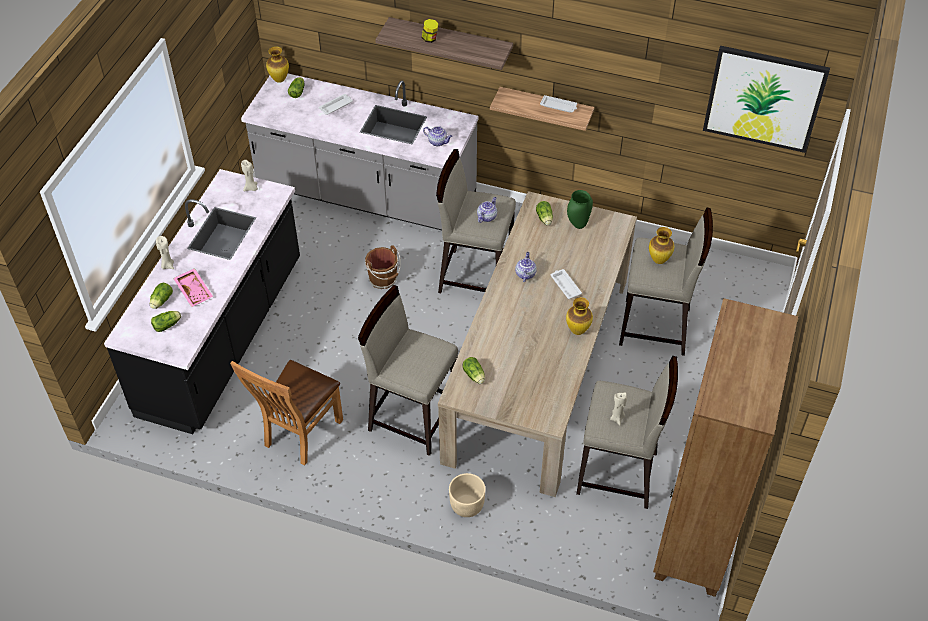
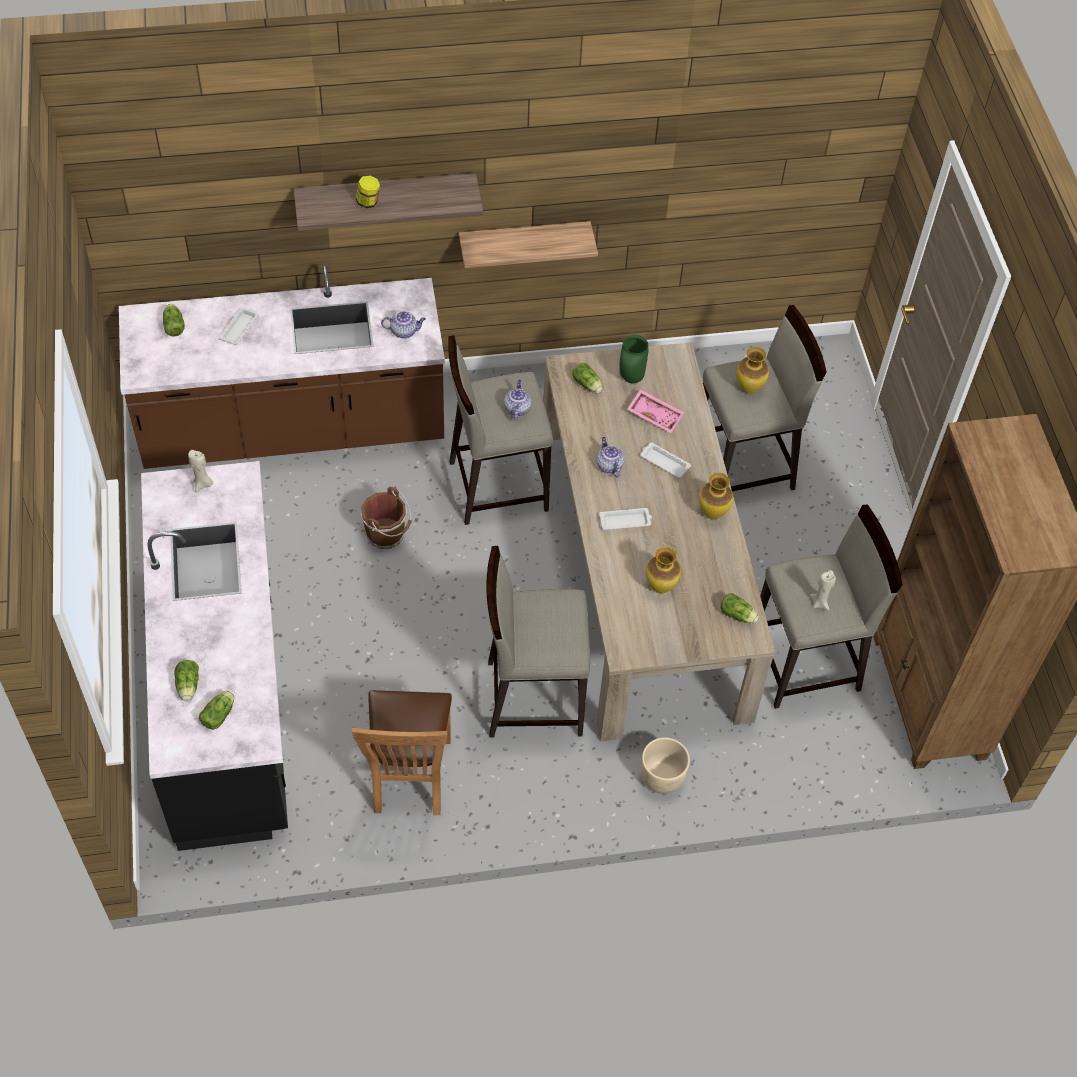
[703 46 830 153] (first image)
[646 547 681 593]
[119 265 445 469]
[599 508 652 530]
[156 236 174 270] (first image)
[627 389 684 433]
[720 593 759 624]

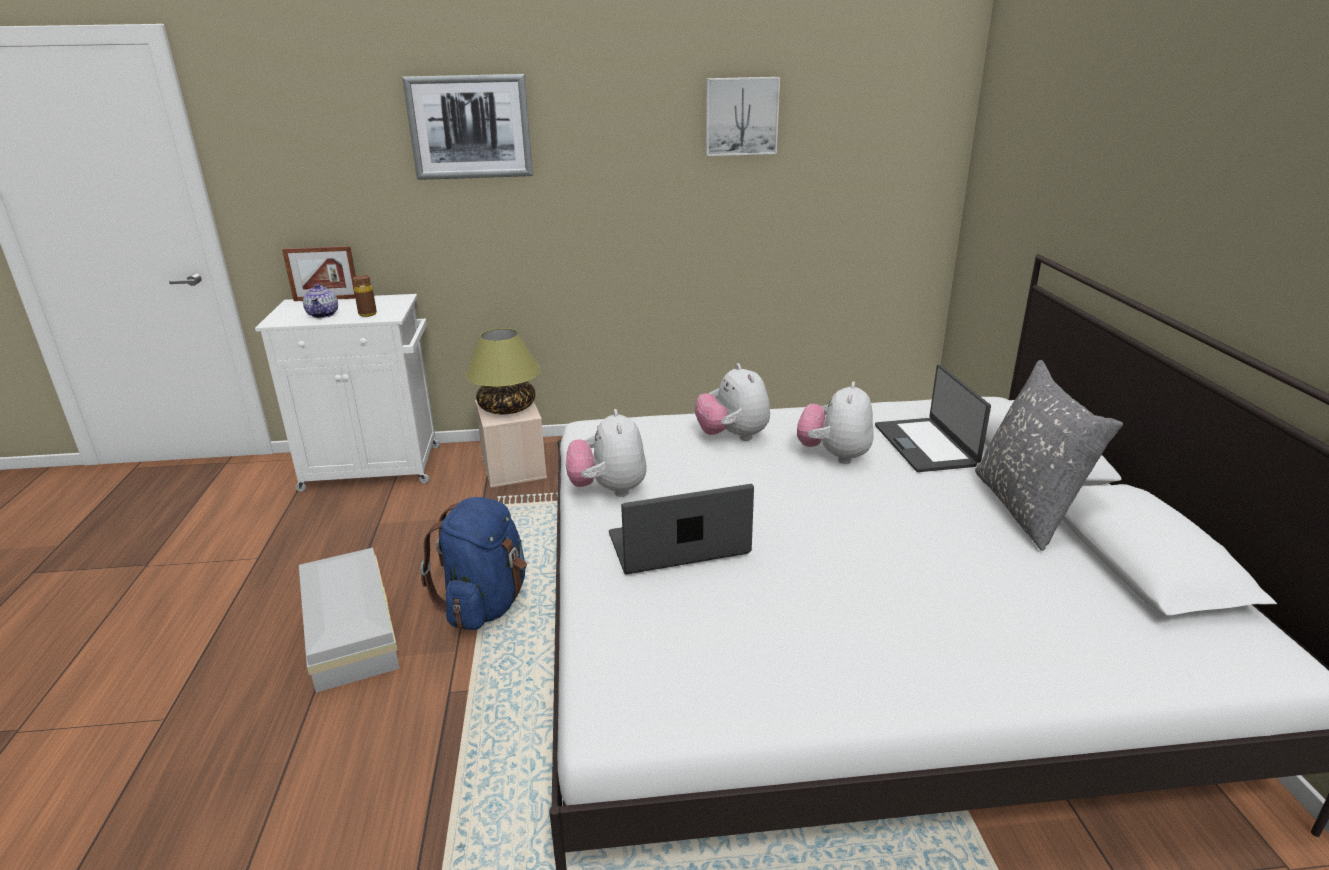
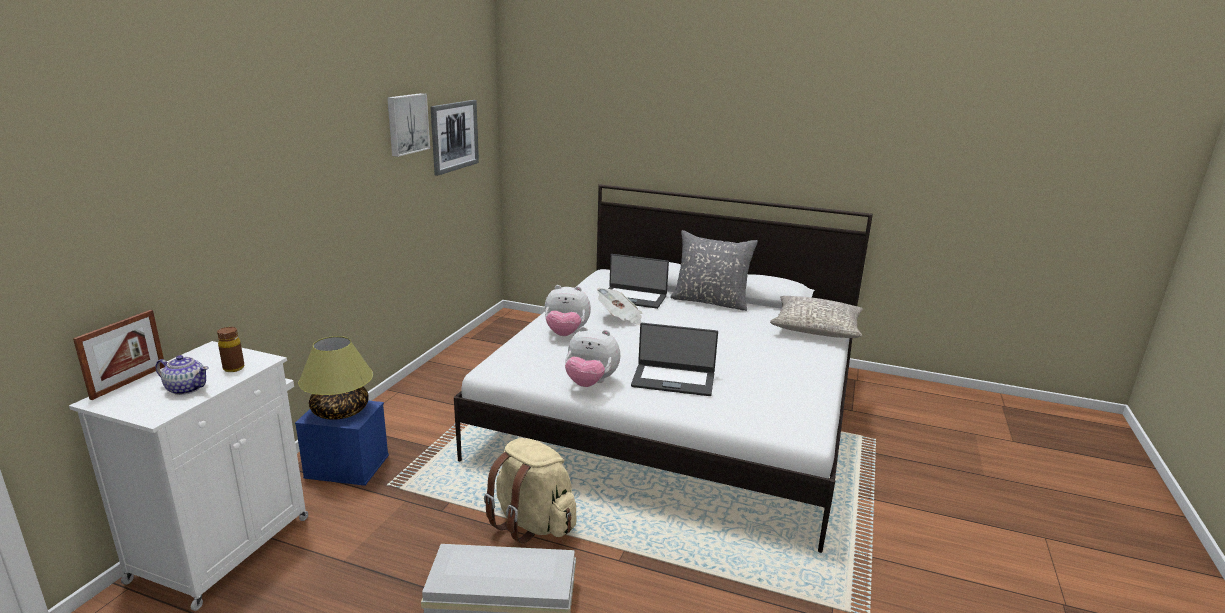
[430 100 479 176]
[597 288 642 325]
[295 401 389 486]
[631 323 718 396]
[484 438 577 543]
[770 296 863 338]

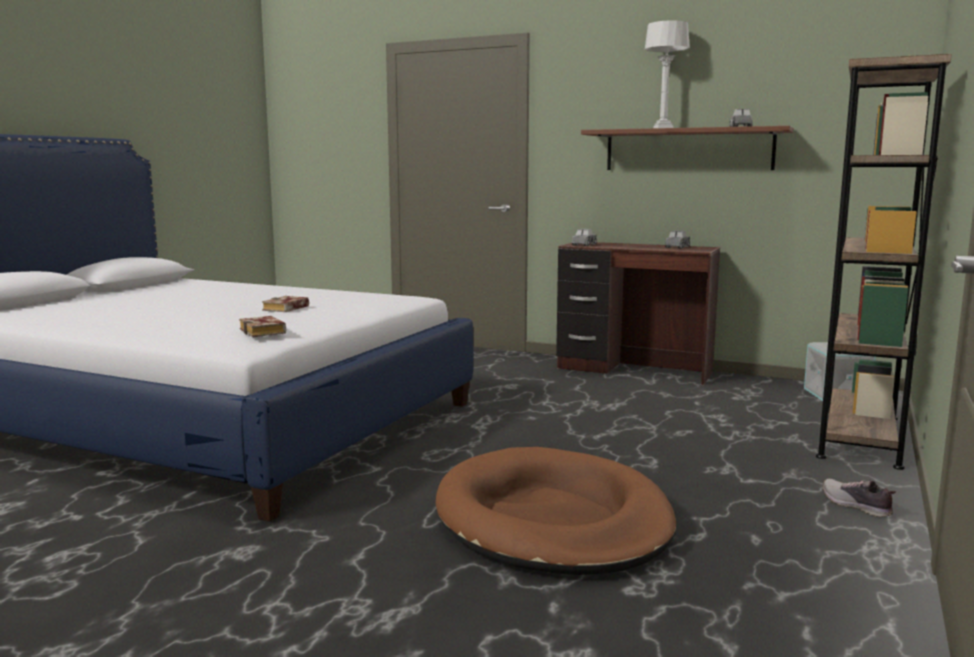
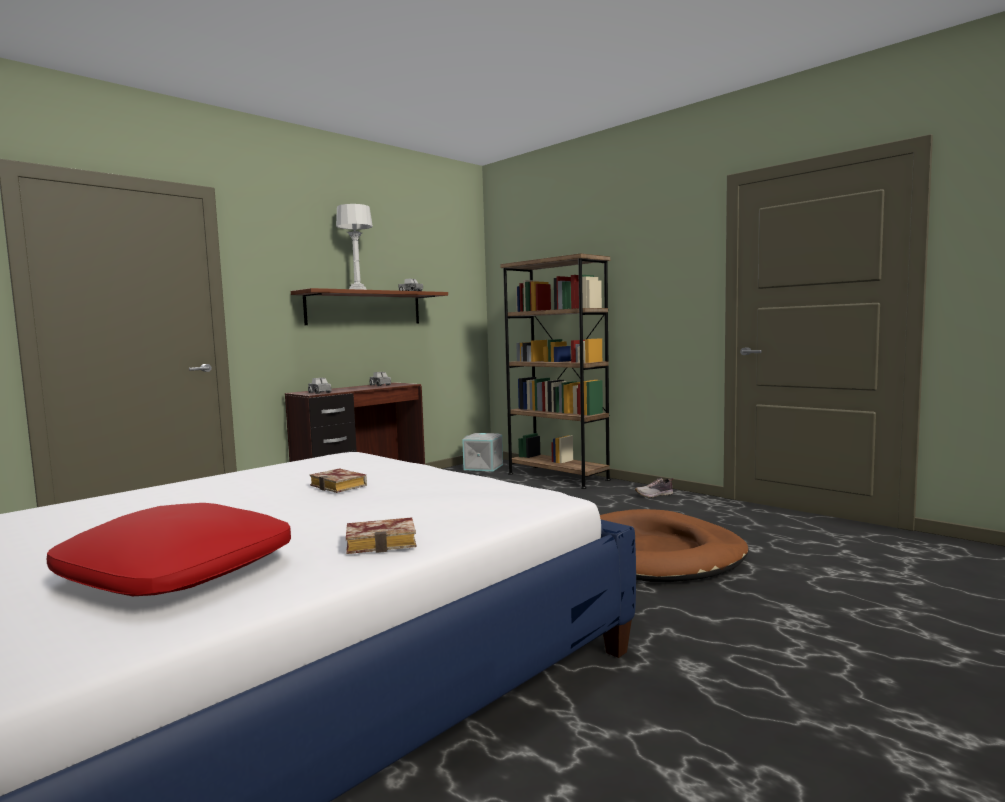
[346 517 416 554]
[47 503 291 596]

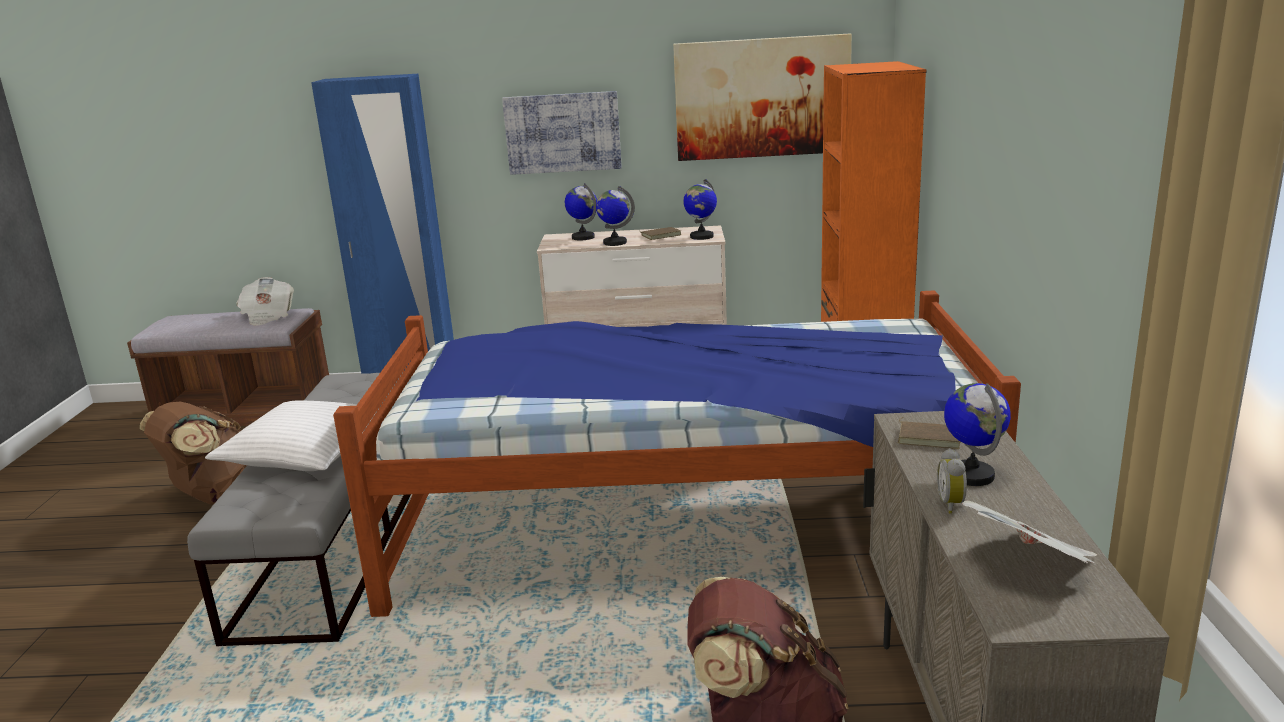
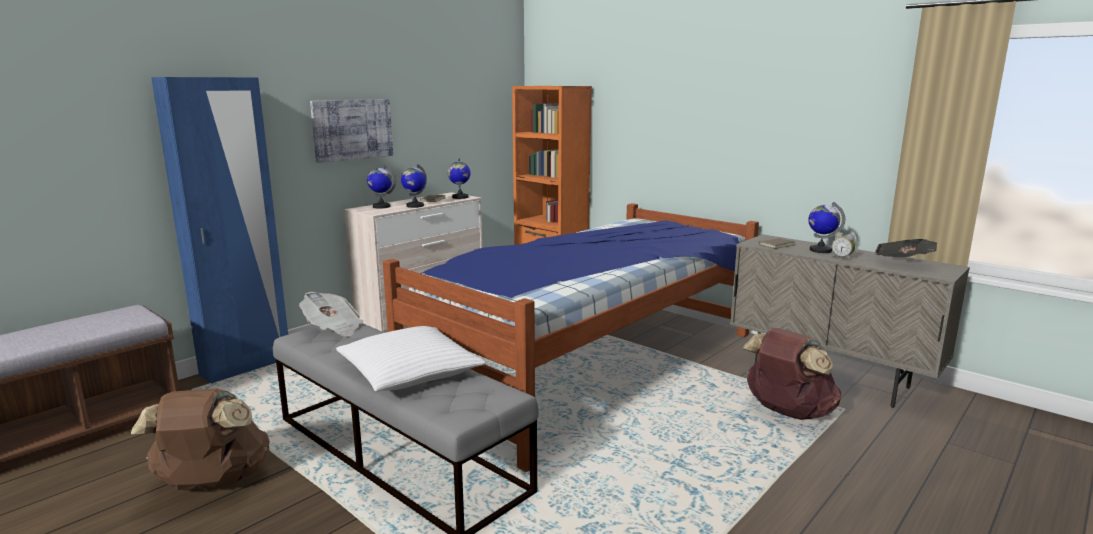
[673 34 852 161] (first image)
[299 292 364 337]

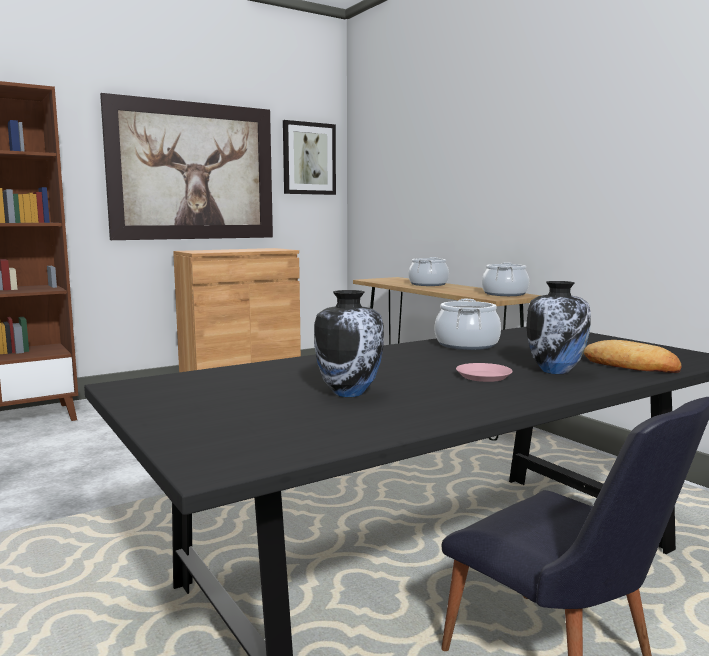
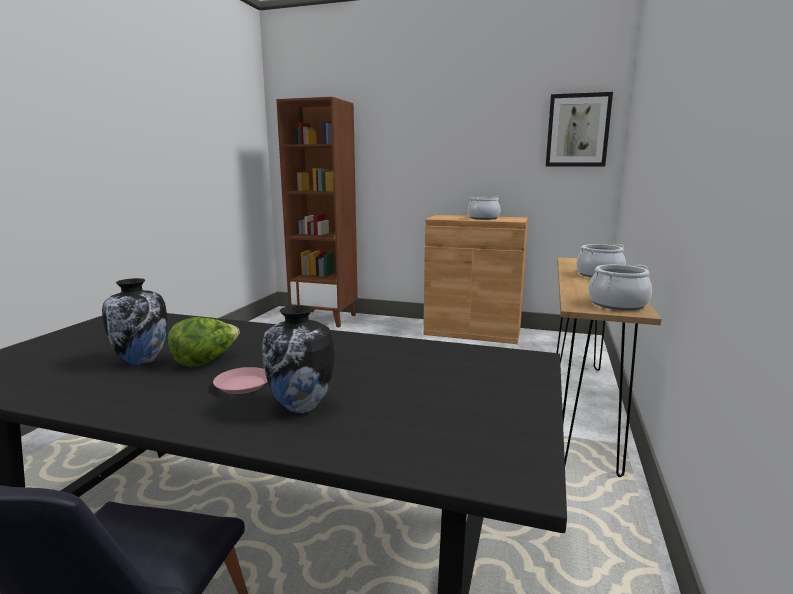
[100 93 273 240] (first image)
[468 197 500 220]
[584 340 681 373] (first image)
[168 317 240 366]

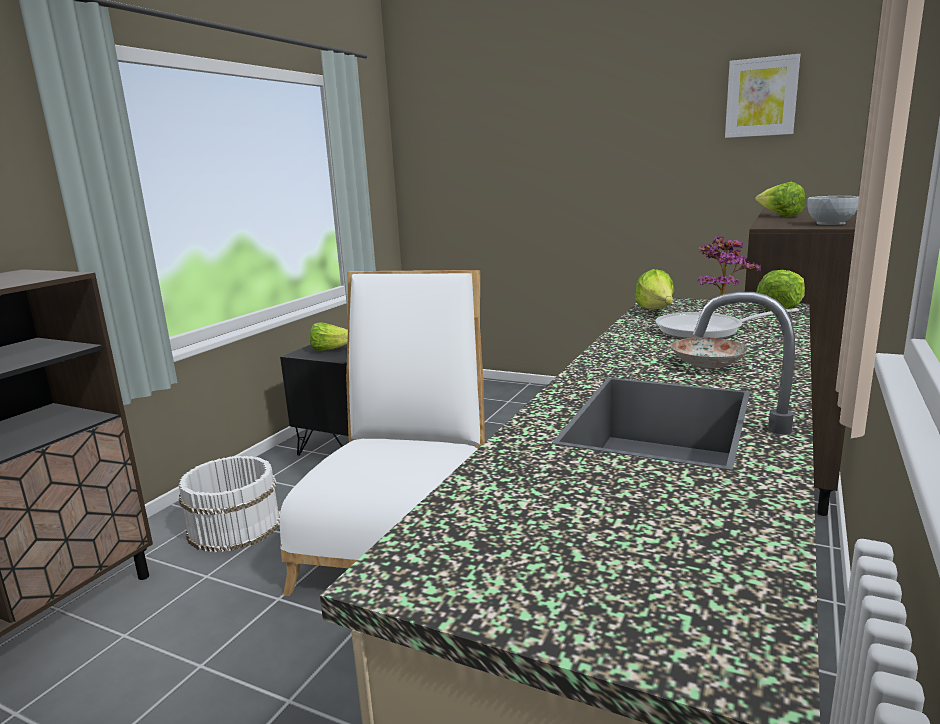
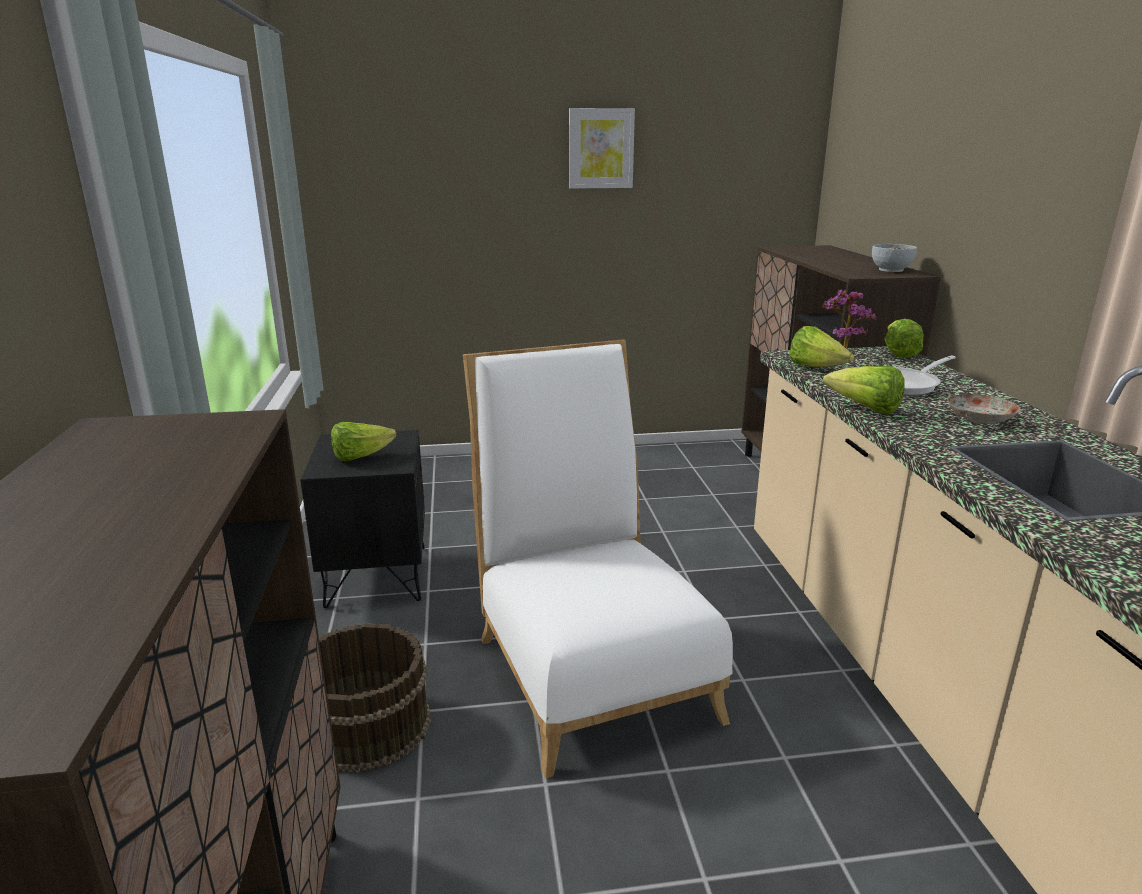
[569 108 635 189]
[823 366 905 415]
[319 623 431 773]

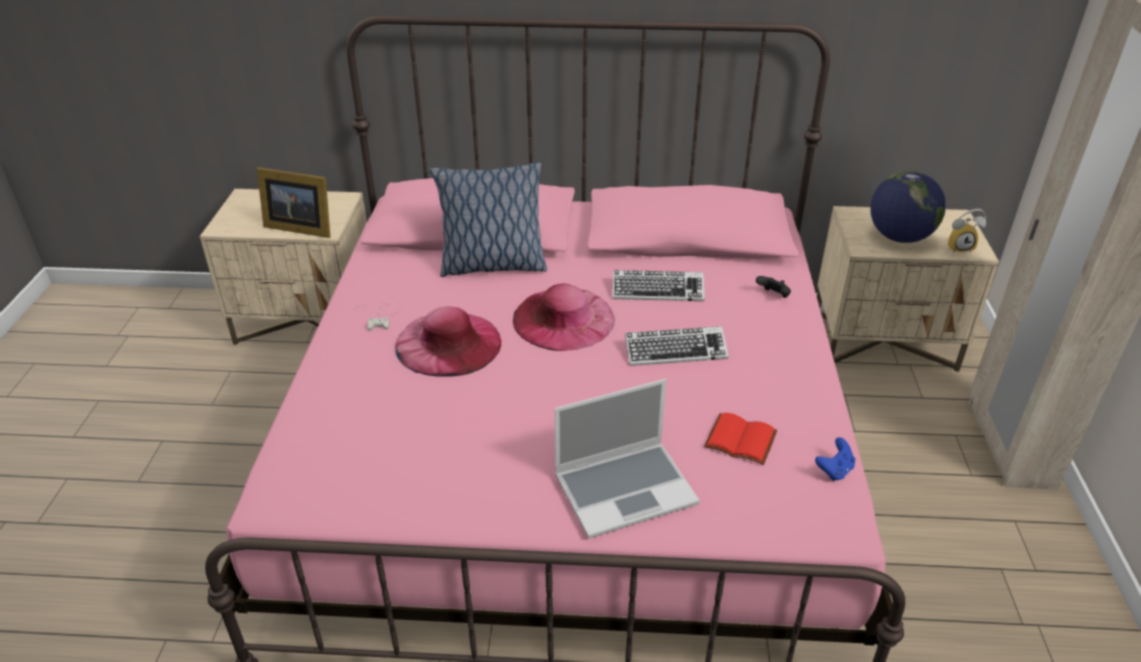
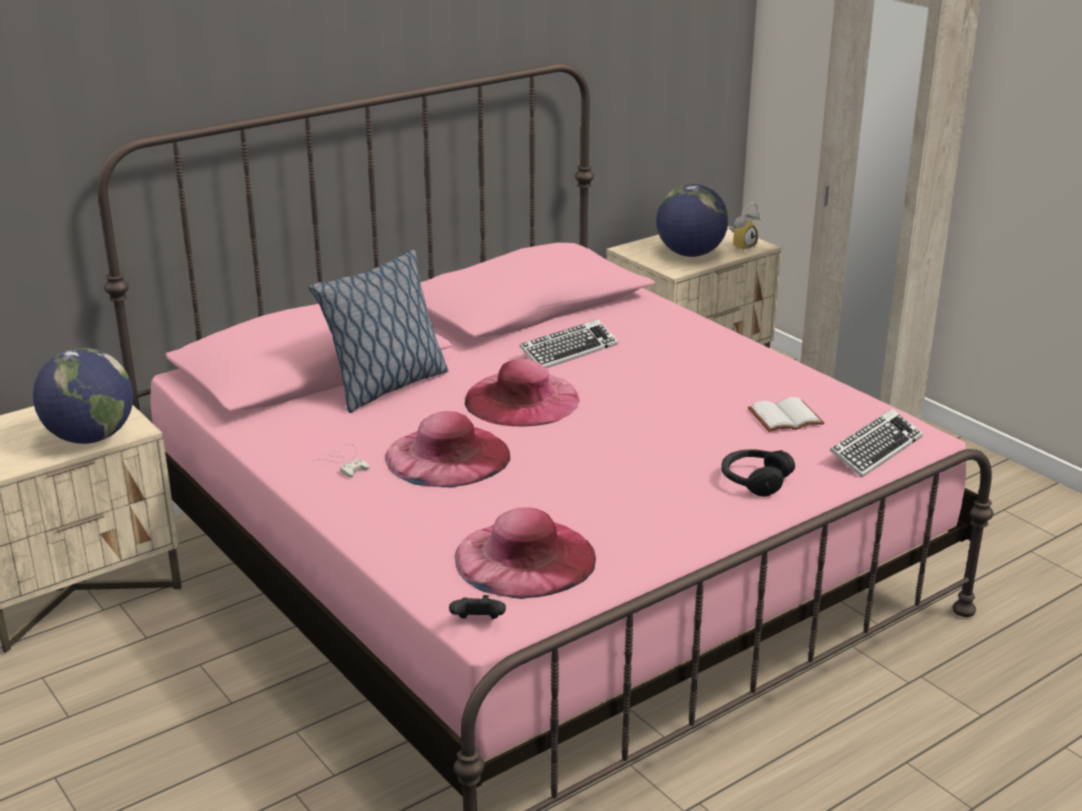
[33 348 134 444]
[449 595 506 619]
[830 408 923 477]
[721 450 795 496]
[748 397 824 432]
[815 437 856 481] (first image)
[455 507 596 599]

